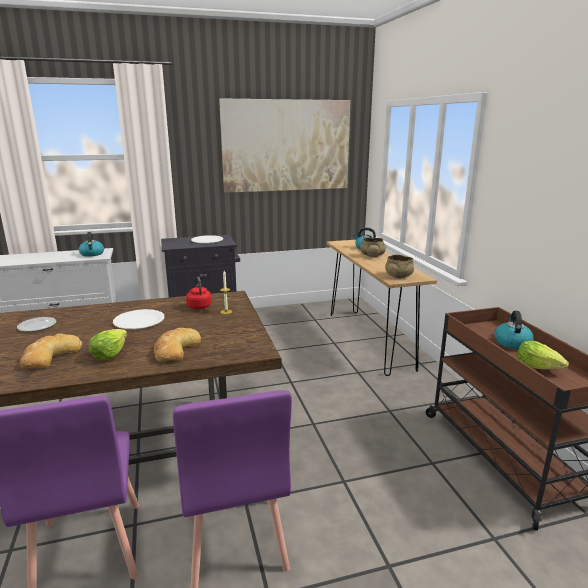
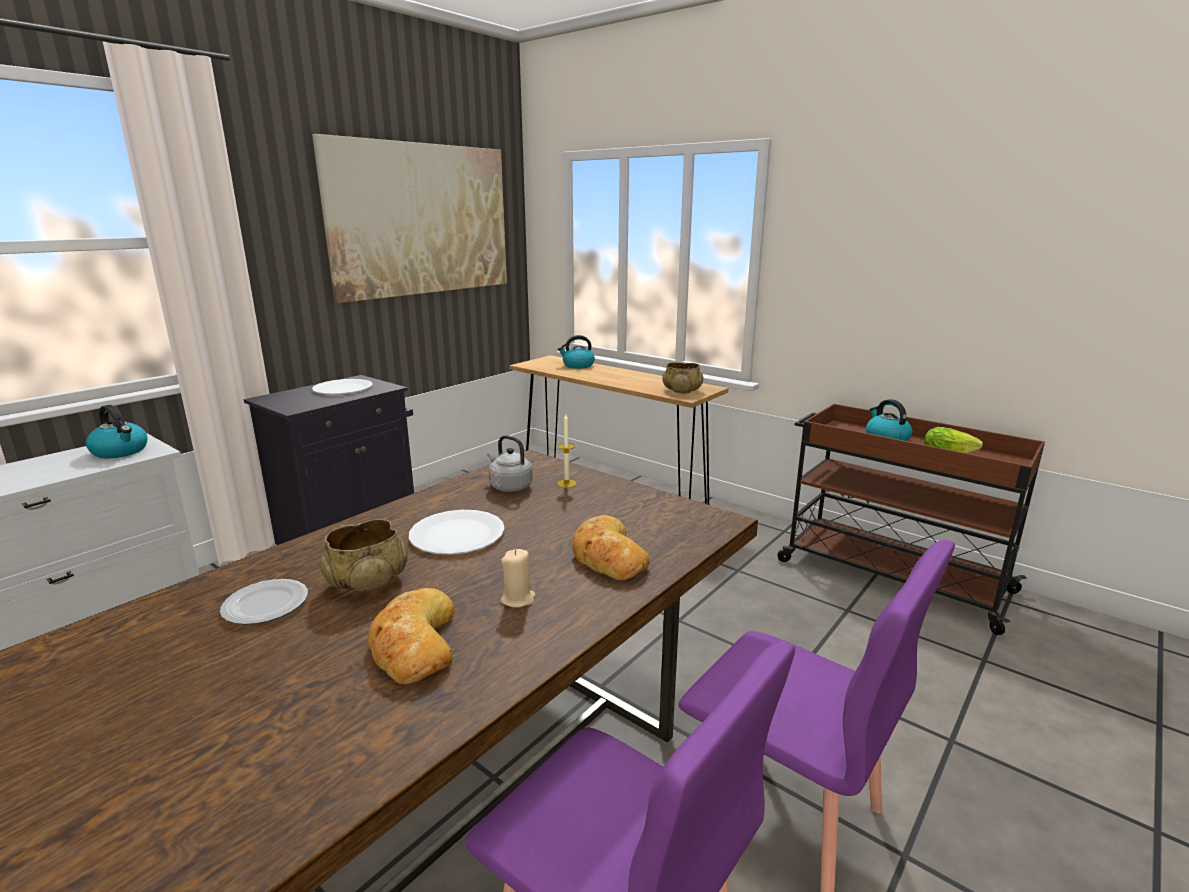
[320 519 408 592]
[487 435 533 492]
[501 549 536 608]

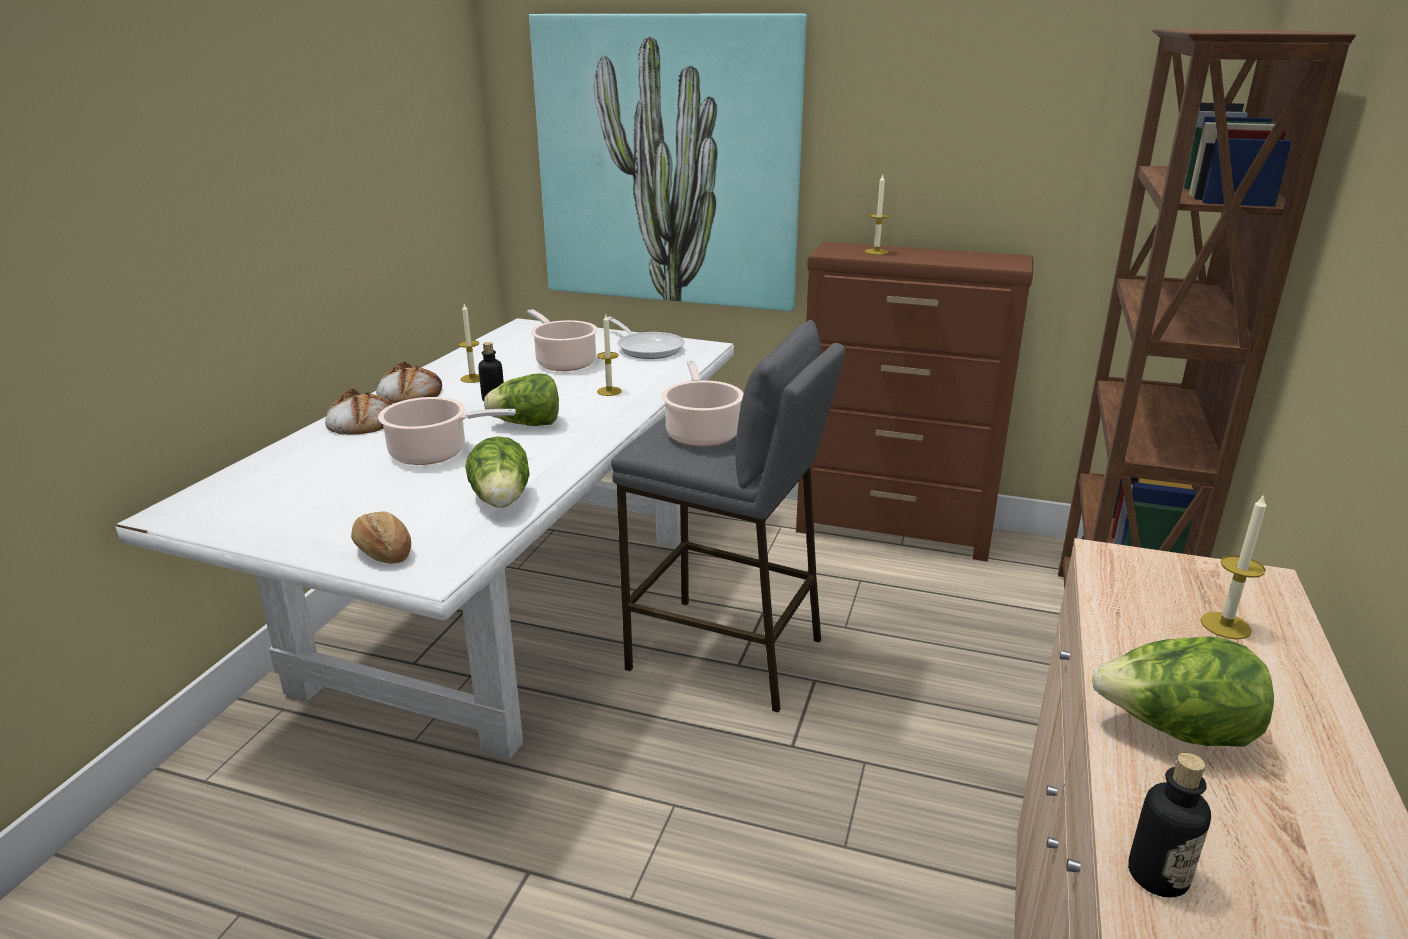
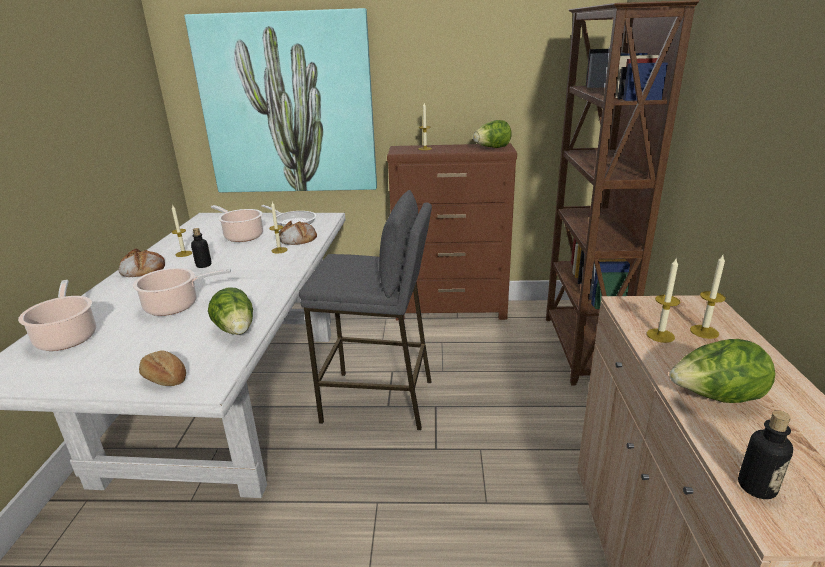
[18 280 96 351]
[473 120 512 148]
[279 220 317 245]
[647 257 680 343]

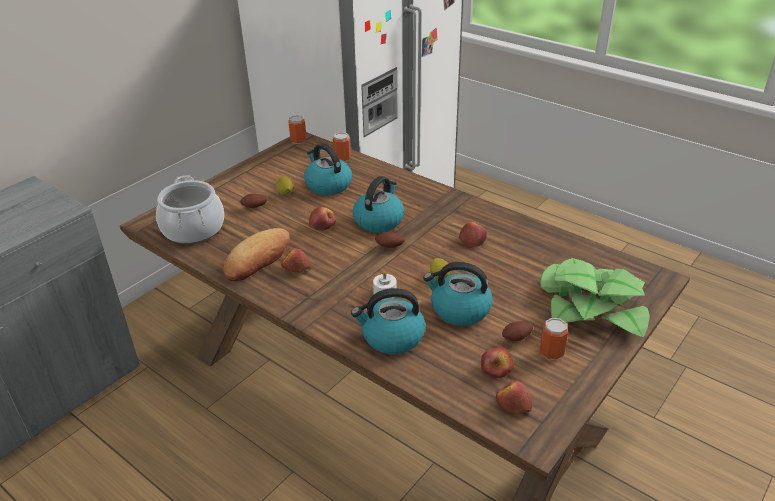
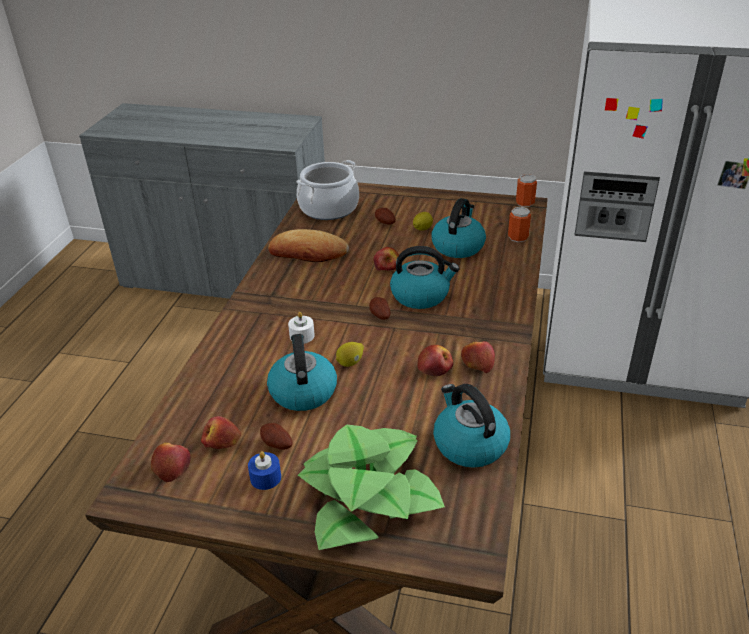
[461 341 495 373]
[433 384 510 468]
[248 451 281 490]

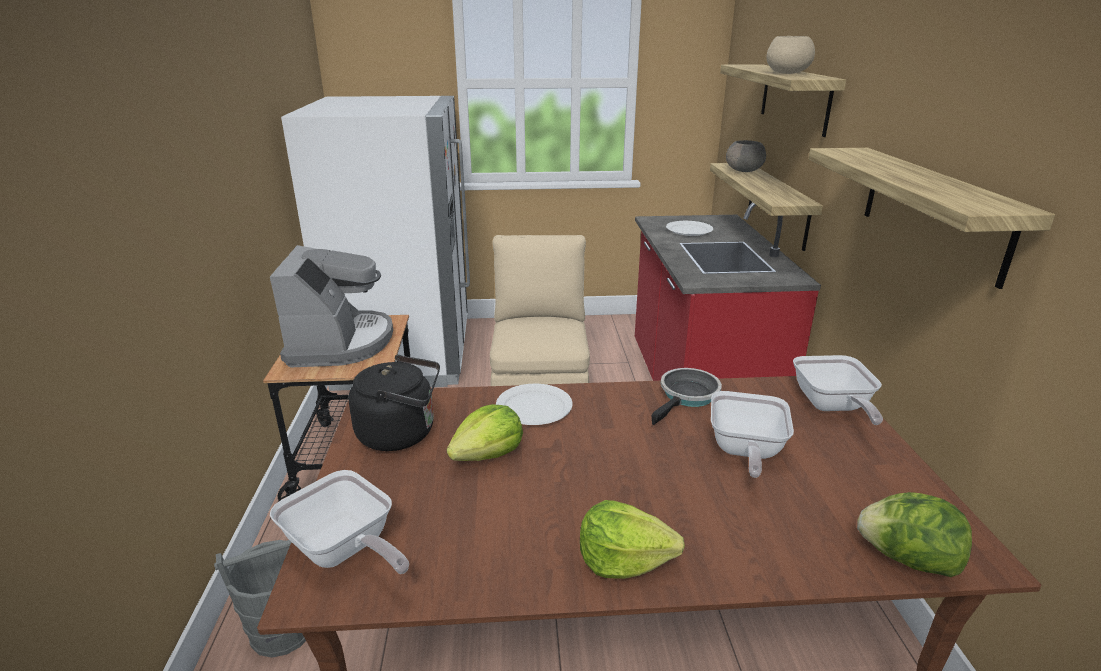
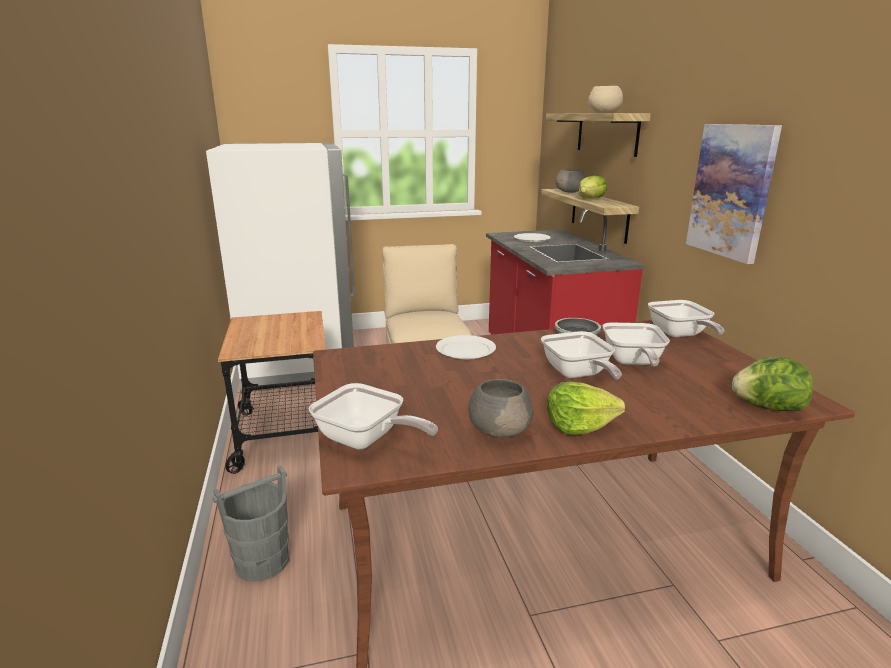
[686 124 782 264]
[270 245 393 367] (first image)
[349 355 440 451] (first image)
[578 175 607 198]
[541 331 622 379]
[468 379 533 437]

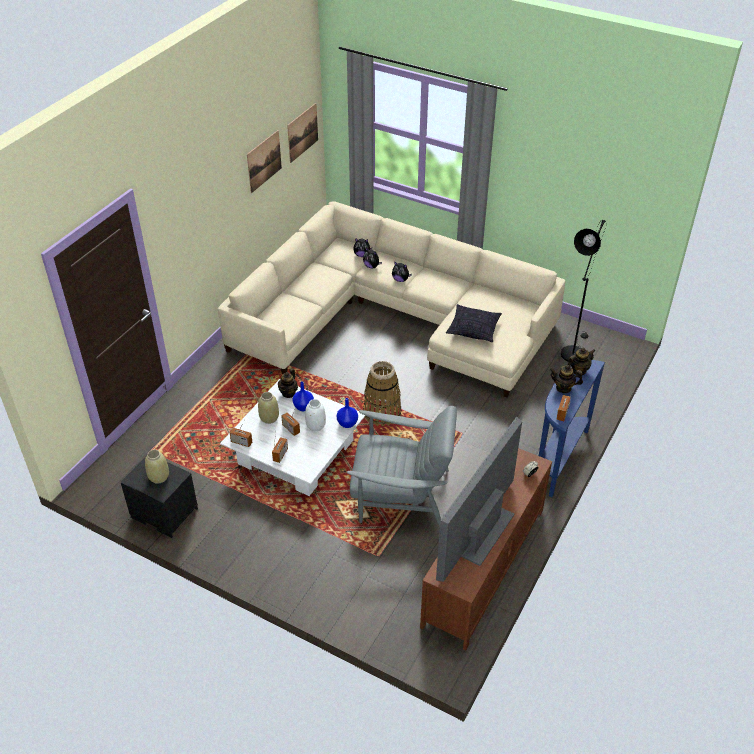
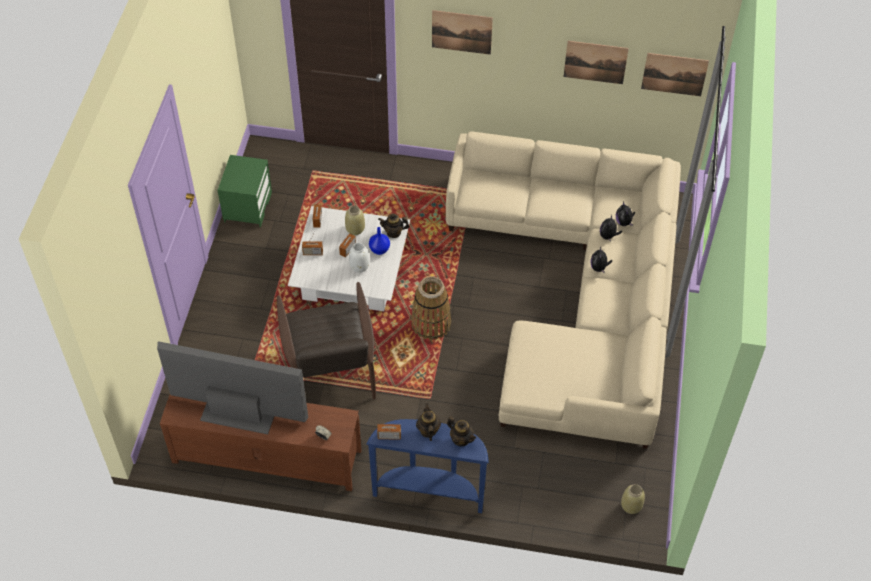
[561 220 607 362] (first image)
[446 304 502 342] (first image)
[337 398 358 428] (first image)
[277 282 376 399]
[621 484 645 514]
[218 155 272 227]
[432 10 493 55]

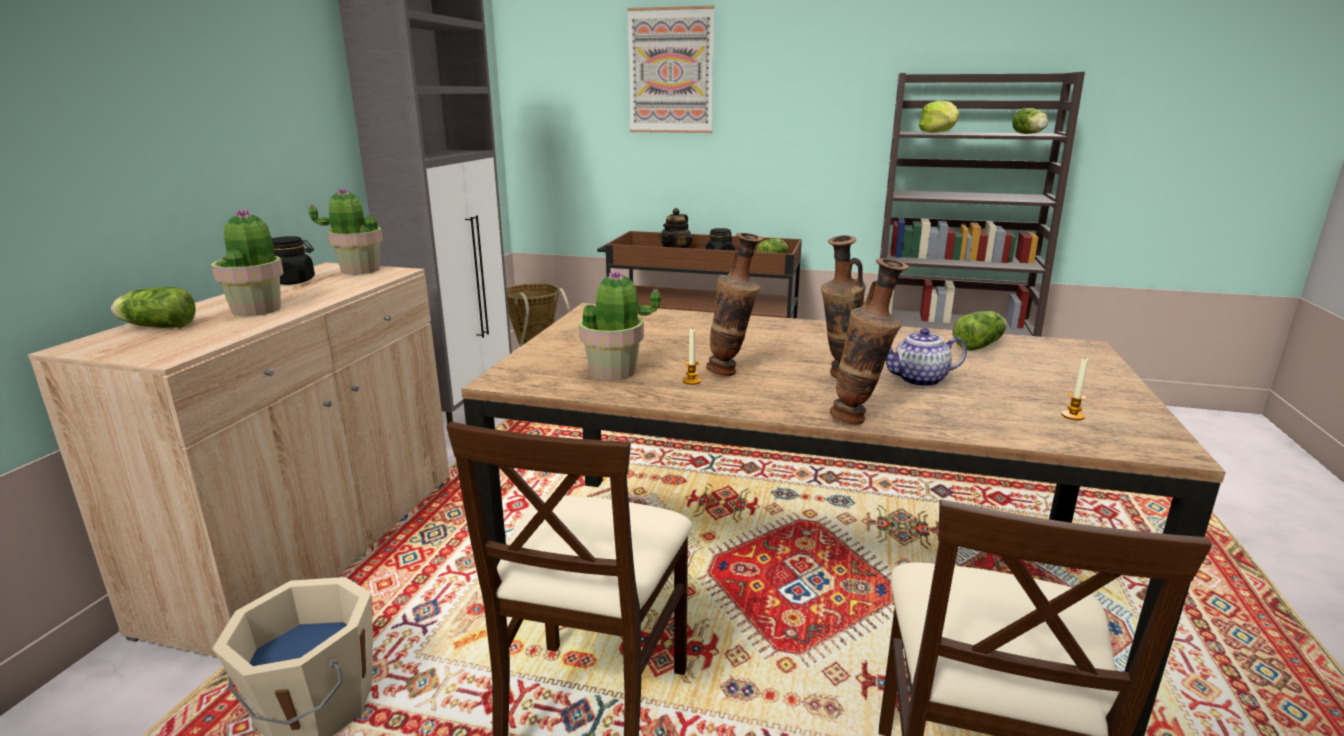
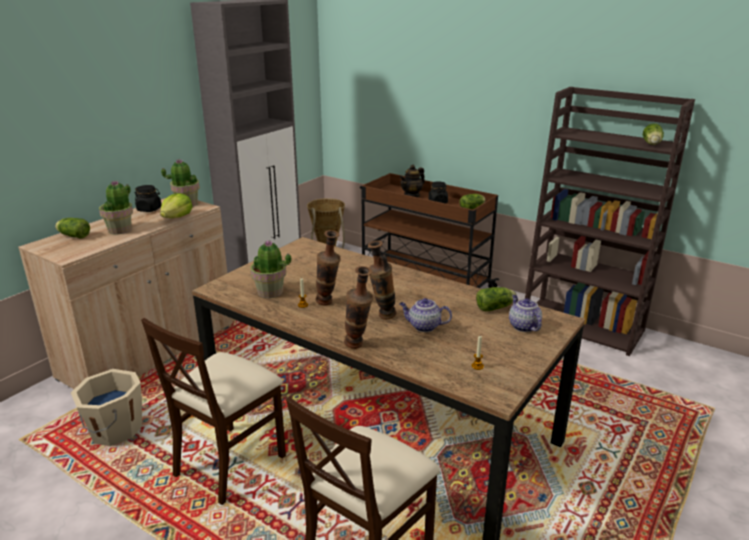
[627 6 715 133] (first image)
[160 193 193 218]
[509 295 542 332]

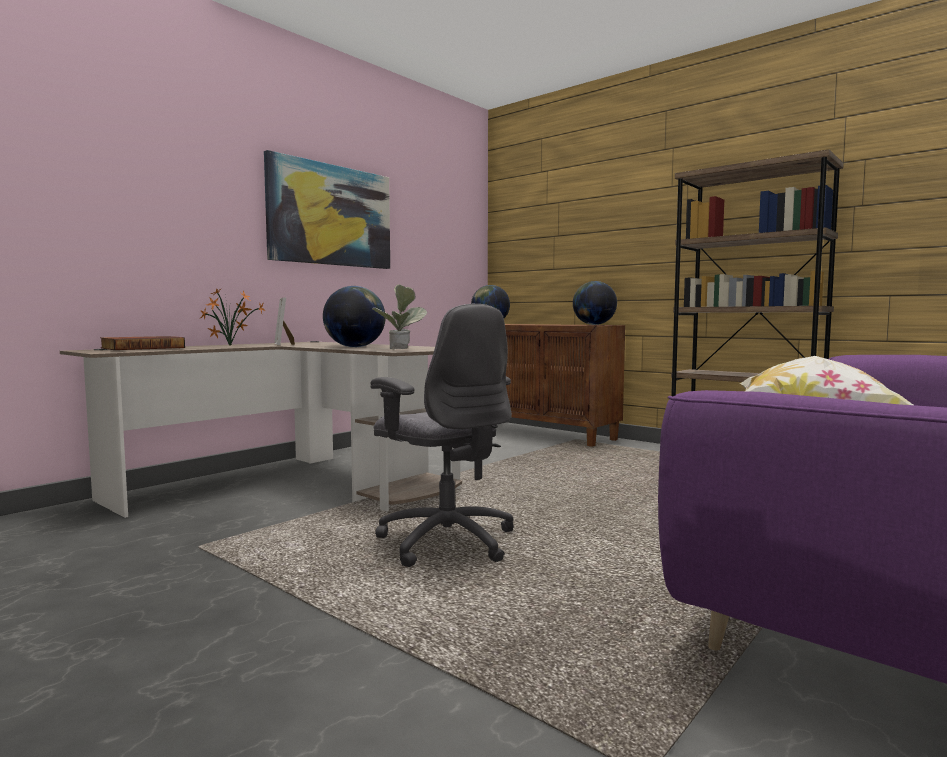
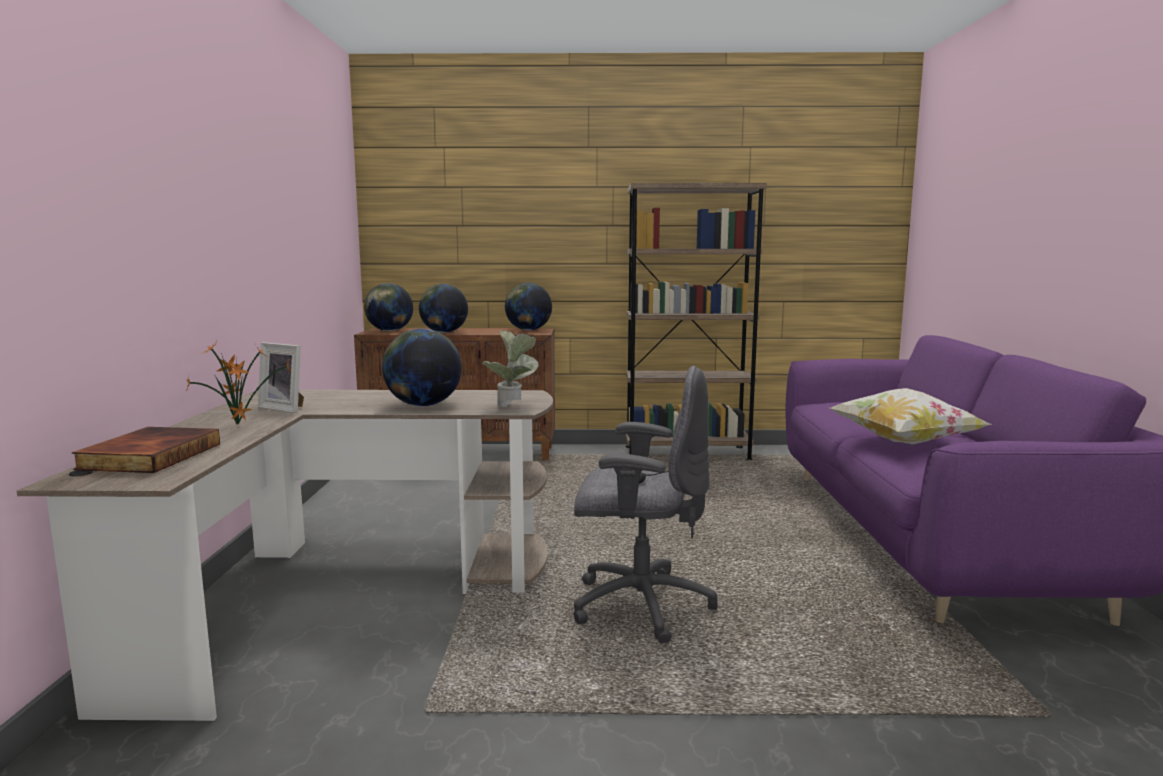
[264 150 390 269] (first image)
[419 284 468 333]

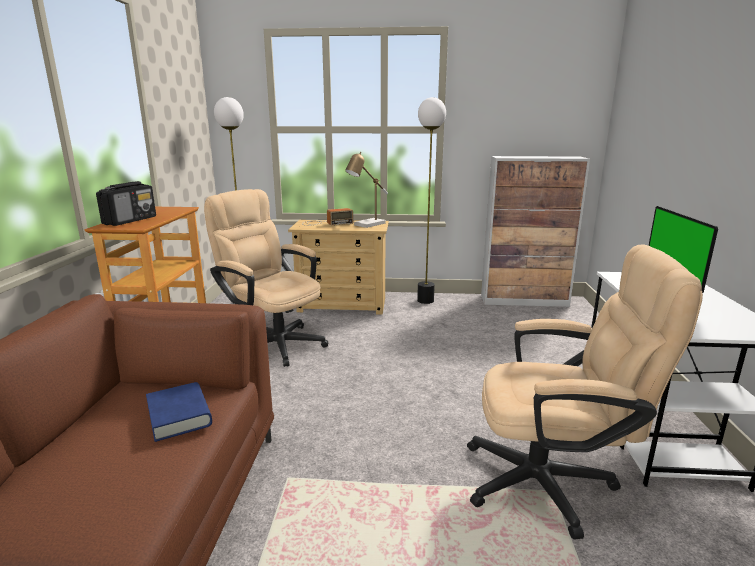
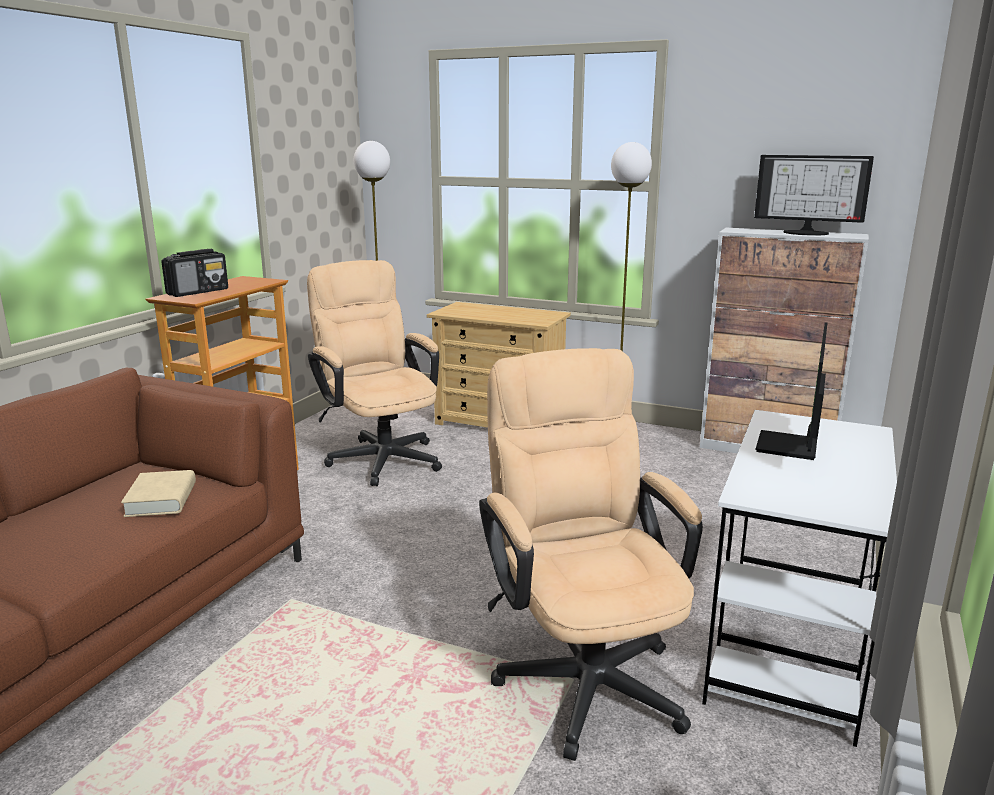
[345 152 388 228] (first image)
[303 208 353 226] (first image)
[479 348 703 761]
[121 470 196 517]
[754 155 874 236]

